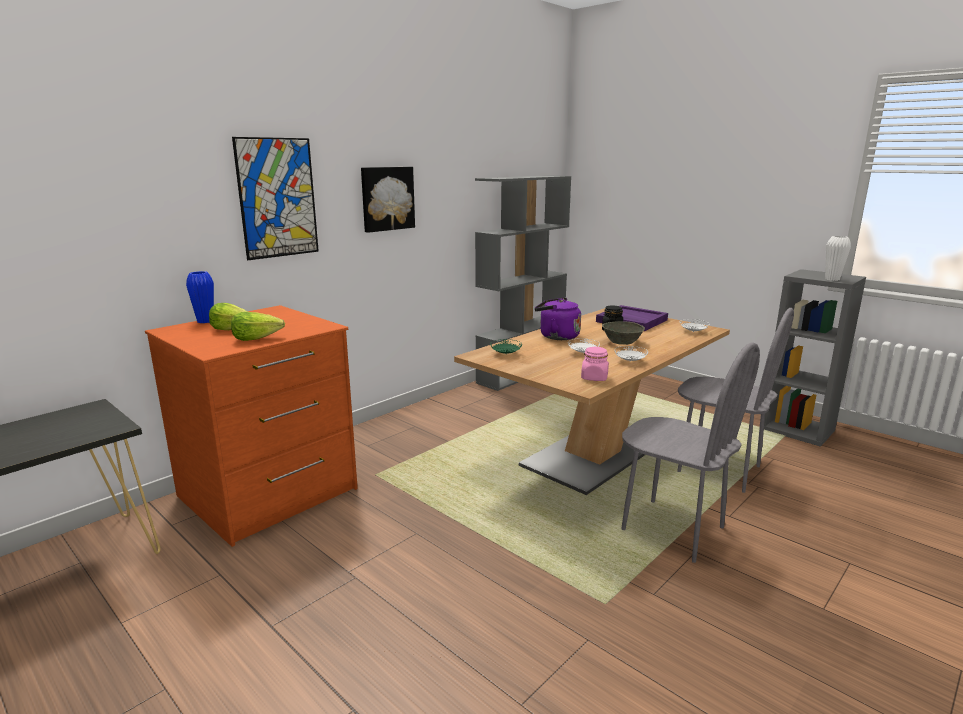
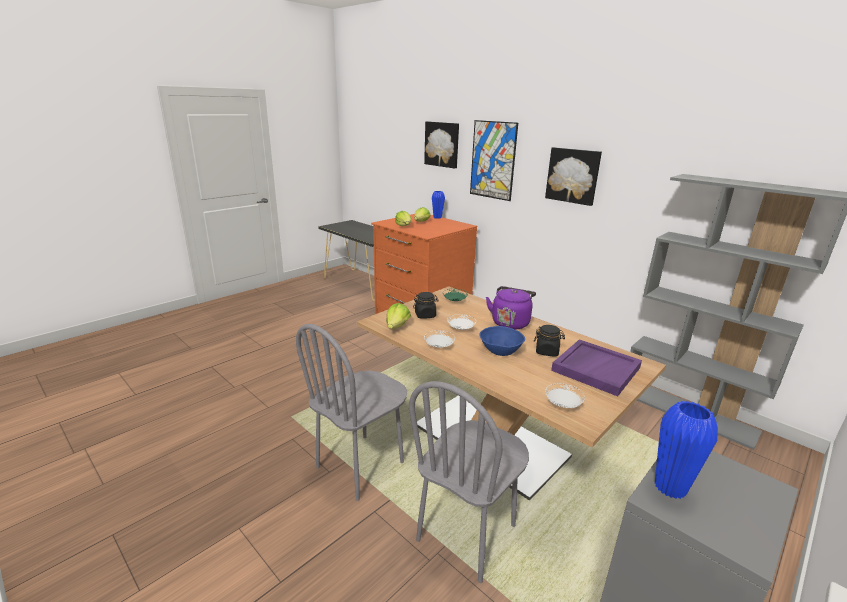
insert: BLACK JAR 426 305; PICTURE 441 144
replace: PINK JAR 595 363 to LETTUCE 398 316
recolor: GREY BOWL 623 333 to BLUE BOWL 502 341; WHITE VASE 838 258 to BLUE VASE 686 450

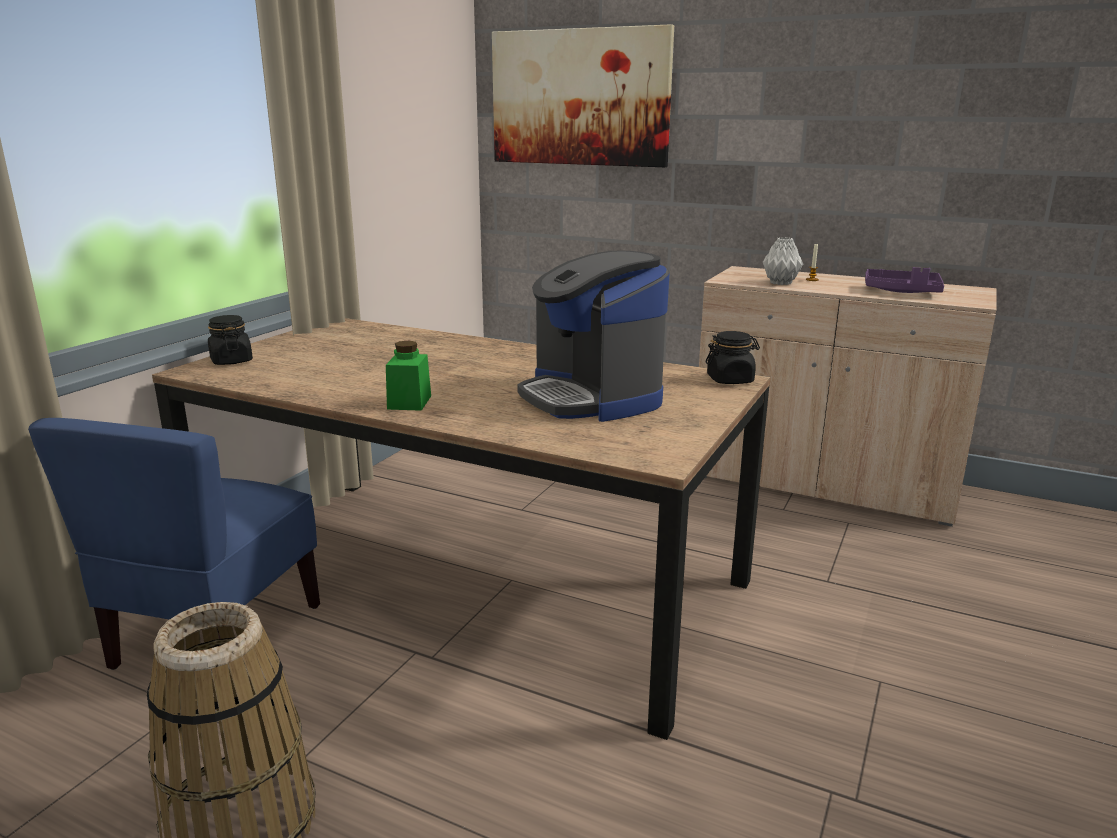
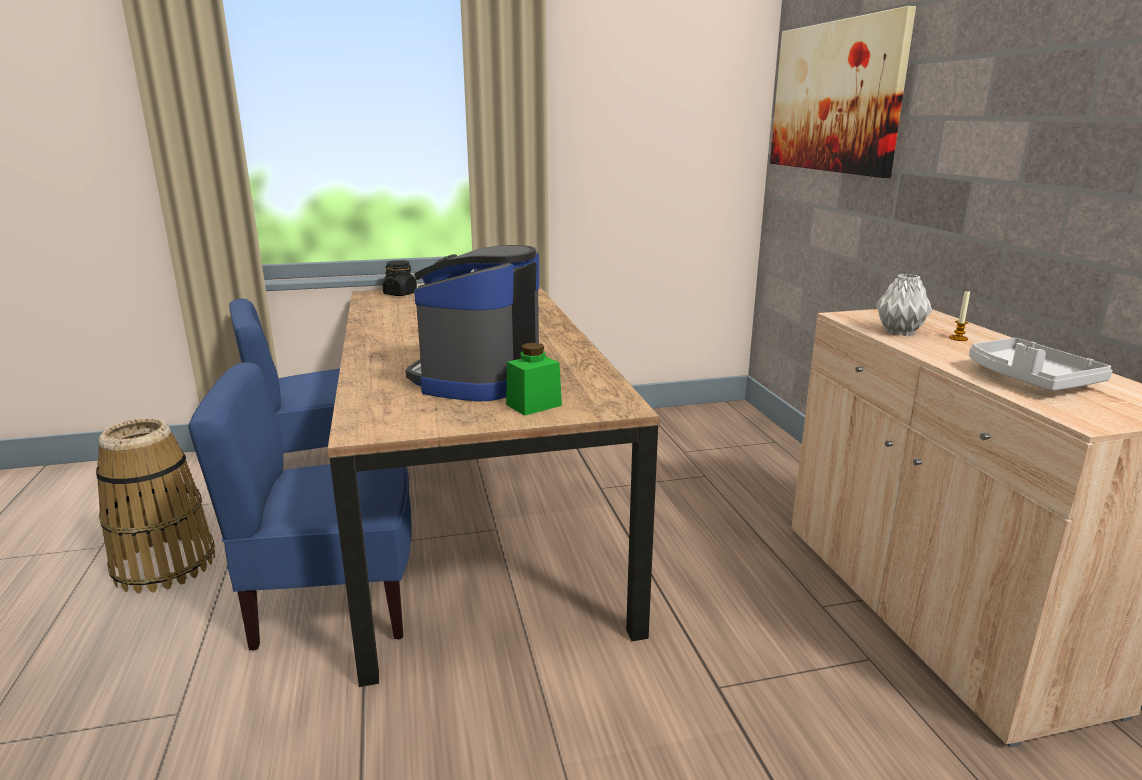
delete: BLACK JAR 733 357
insert: BLUE CHAIR 300 506
move: GREEN JAR 408 376 to 534 379
recolor: PURPLE TRAY 904 280 to GREY TRAY 1041 364

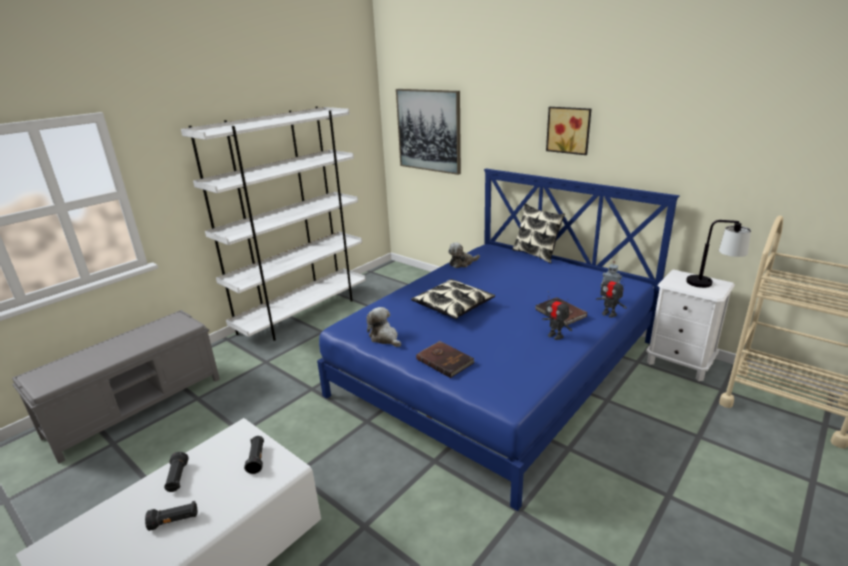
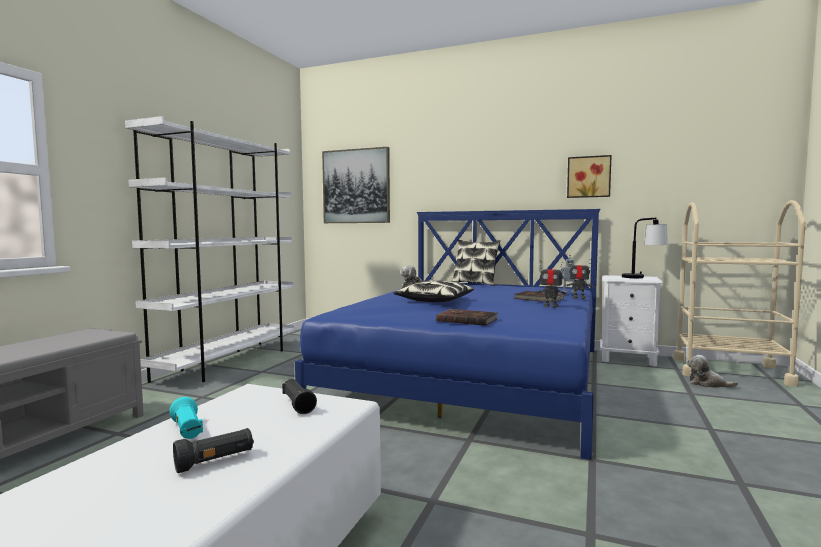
move: PICTURE 568 131 to 589 176; PLUSH TOY 383 327 to 712 371
recolor: BLACK FLASHLIGHT 176 472 to TURQUOISE FLASHLIGHT 186 418

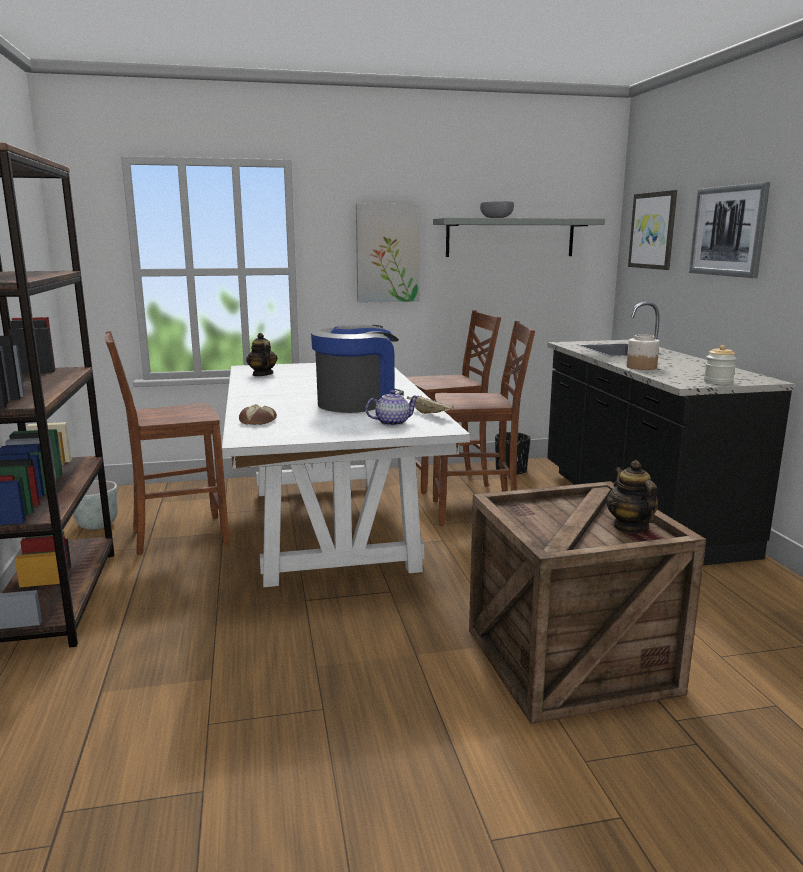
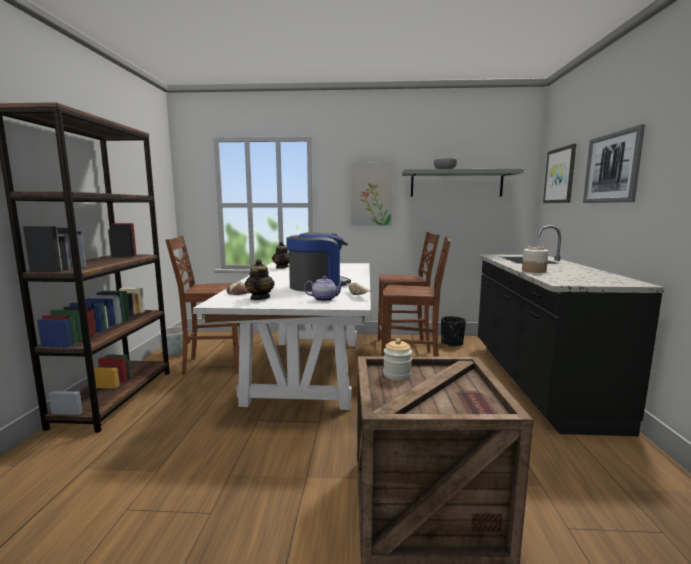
move: TEAPOT 632 496 to 260 279; JAR 720 365 to 397 360

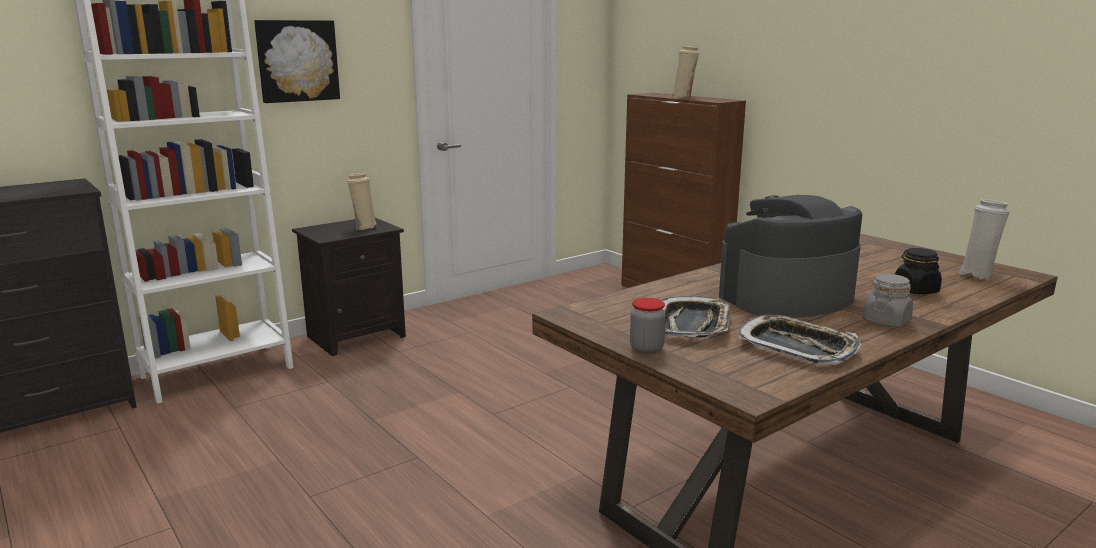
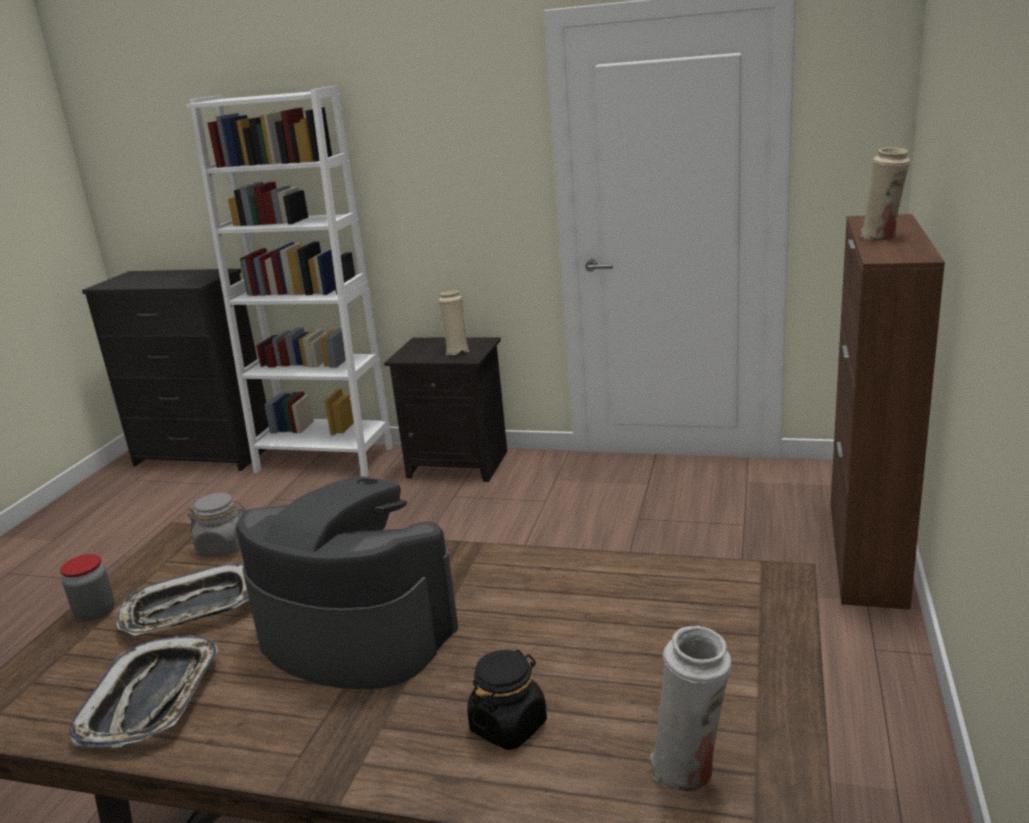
delete: PICTURE 297 61
move: GREY JAR 887 300 to 217 524

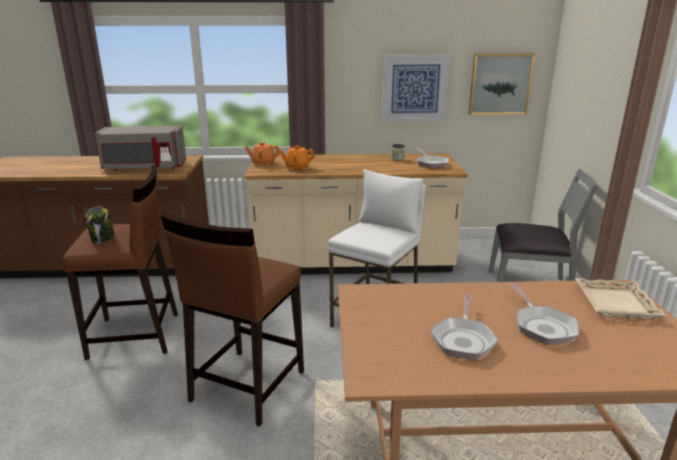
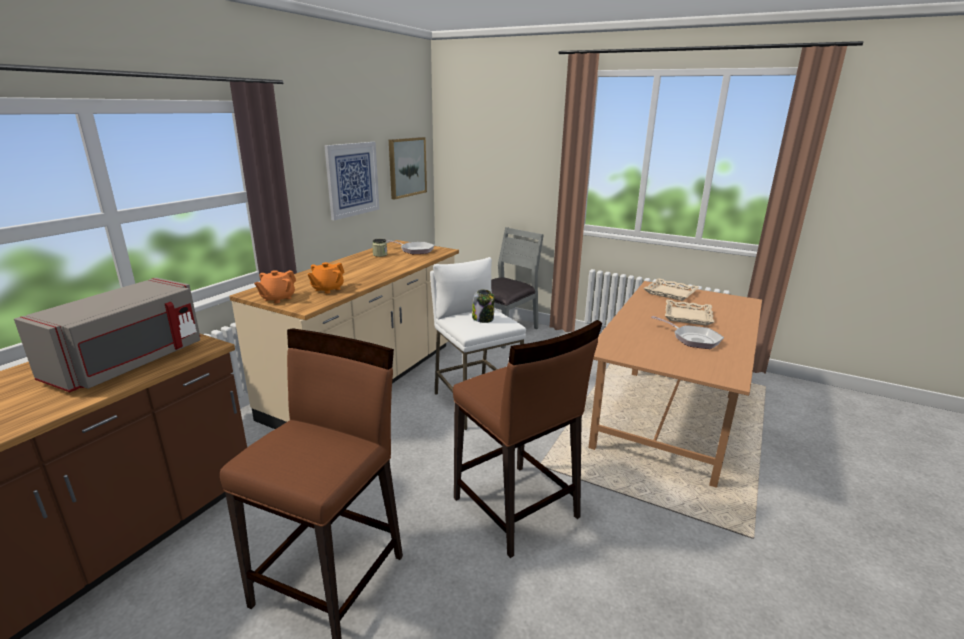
move: JAR 100 224 to 483 306
replace: FRYING PAN 544 314 to BEIGE TRAY 689 313

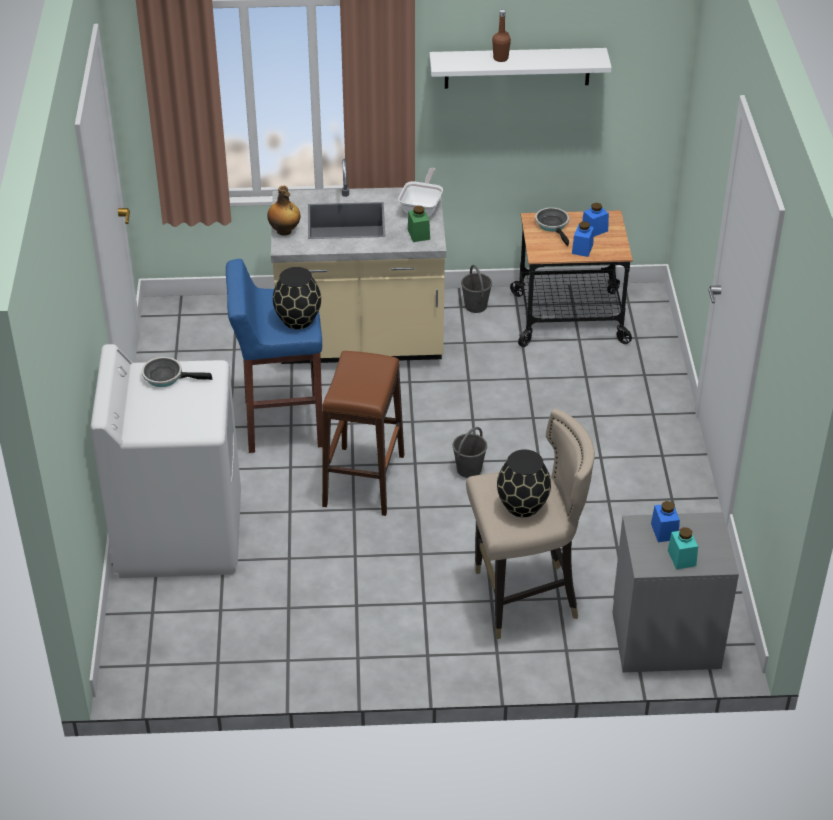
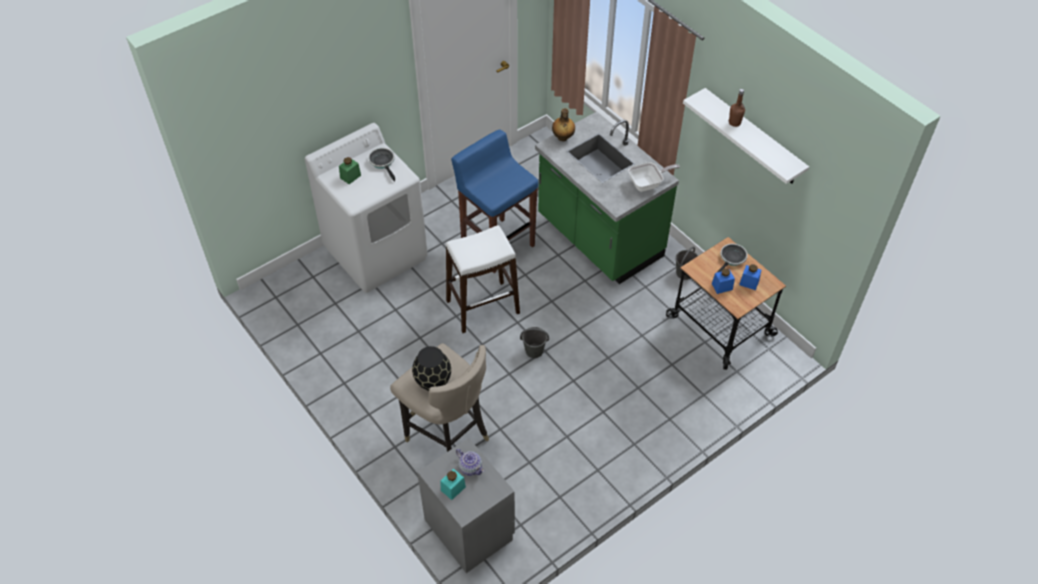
delete: BLACK VASE 297 298
move: GREEN JAR 419 224 to 350 170
replace: BLUE JAR 665 521 to TEAPOT 470 462
recolor: BROWN STOOL 363 433 to WHITE STOOL 483 279; BEIGE COUNTER 358 261 to GREEN COUNTER 607 198

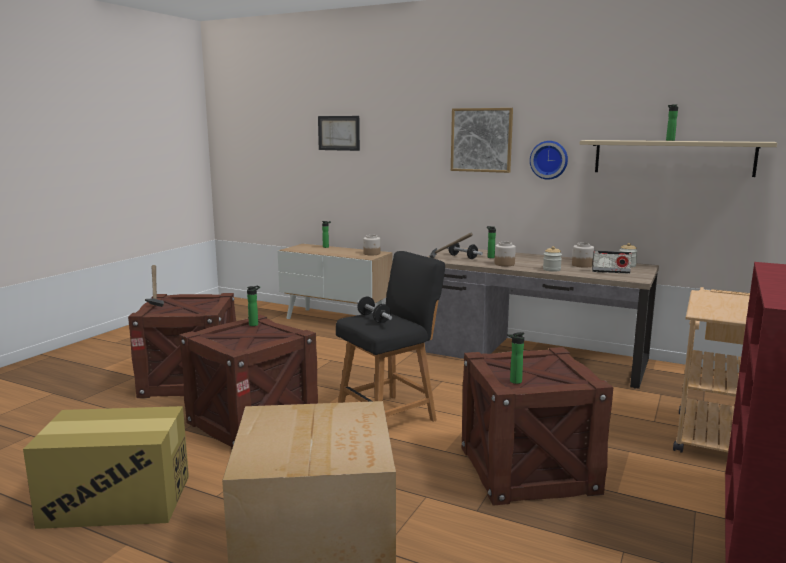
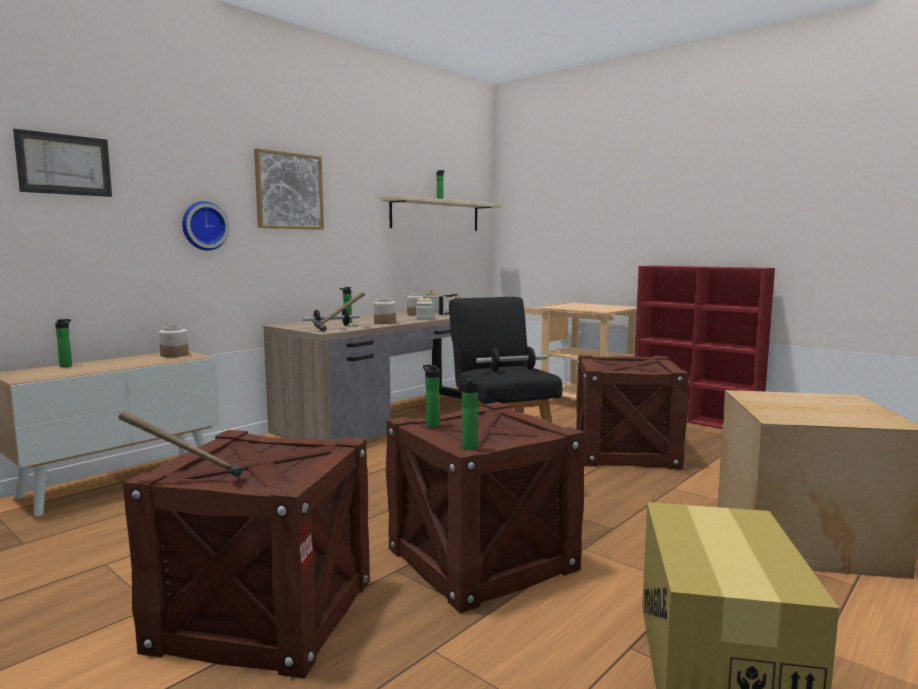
move: WALL CLOCK 549 160 to 205 226; BOTTLE 515 358 to 469 413

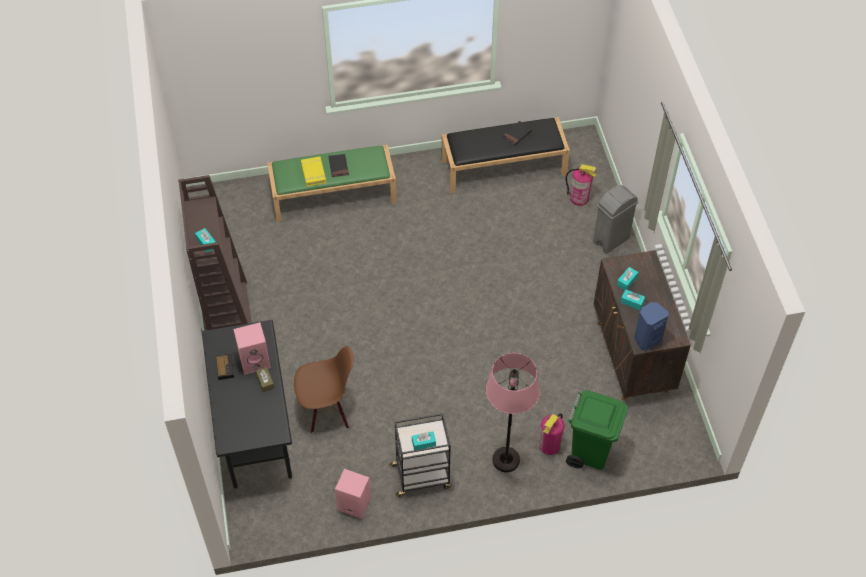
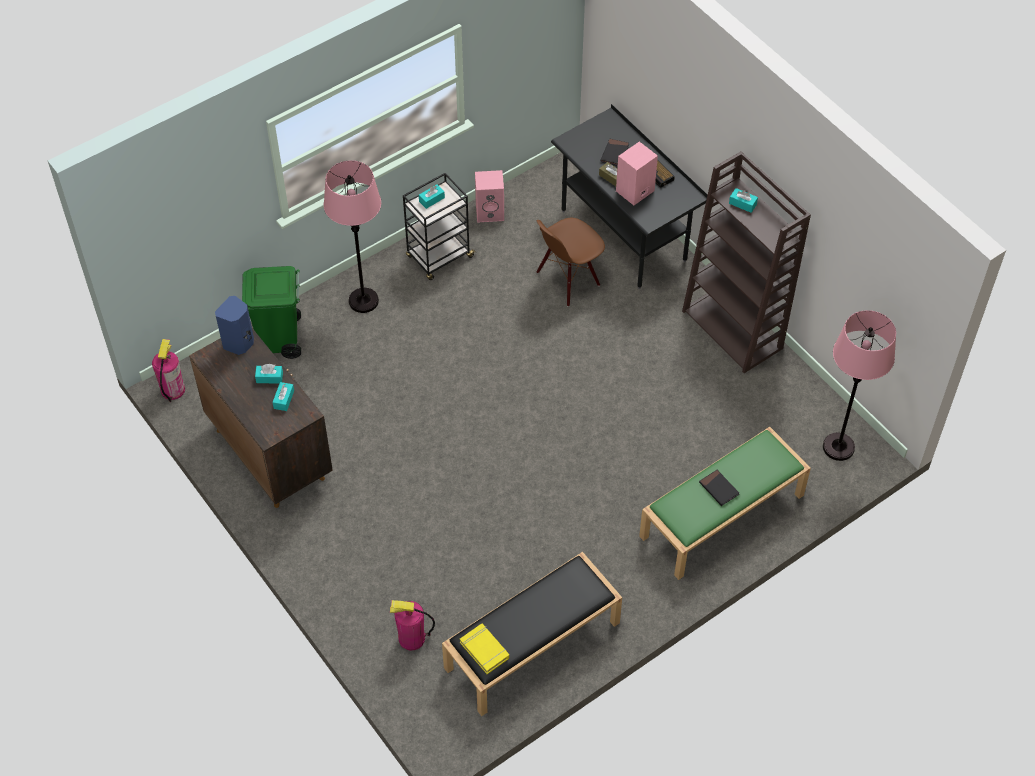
delete: GREY TRASH CAN 616 219
insert: PINK FLOOR LAMP 859 385
move: FIRE EXTINGUISHER 552 434 to 168 370; YELLOW BOOK 313 172 to 484 649; BLACK BOOK 517 133 to 614 152

